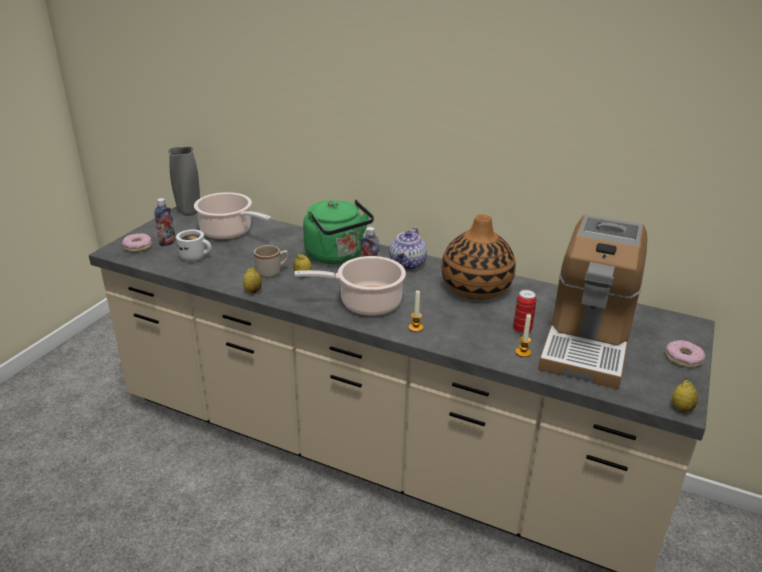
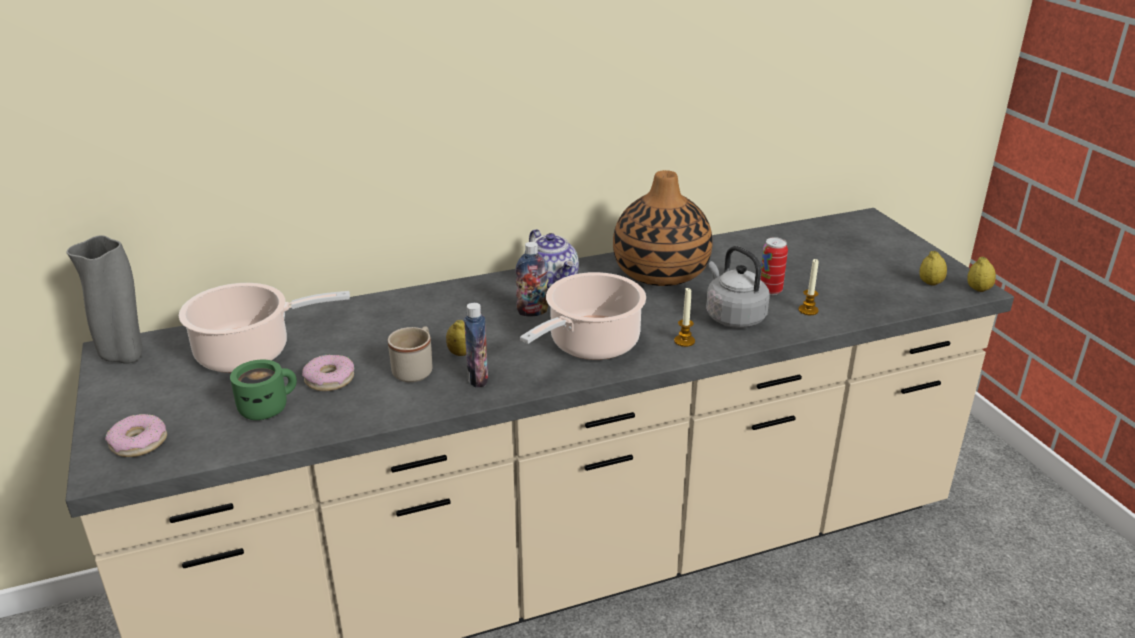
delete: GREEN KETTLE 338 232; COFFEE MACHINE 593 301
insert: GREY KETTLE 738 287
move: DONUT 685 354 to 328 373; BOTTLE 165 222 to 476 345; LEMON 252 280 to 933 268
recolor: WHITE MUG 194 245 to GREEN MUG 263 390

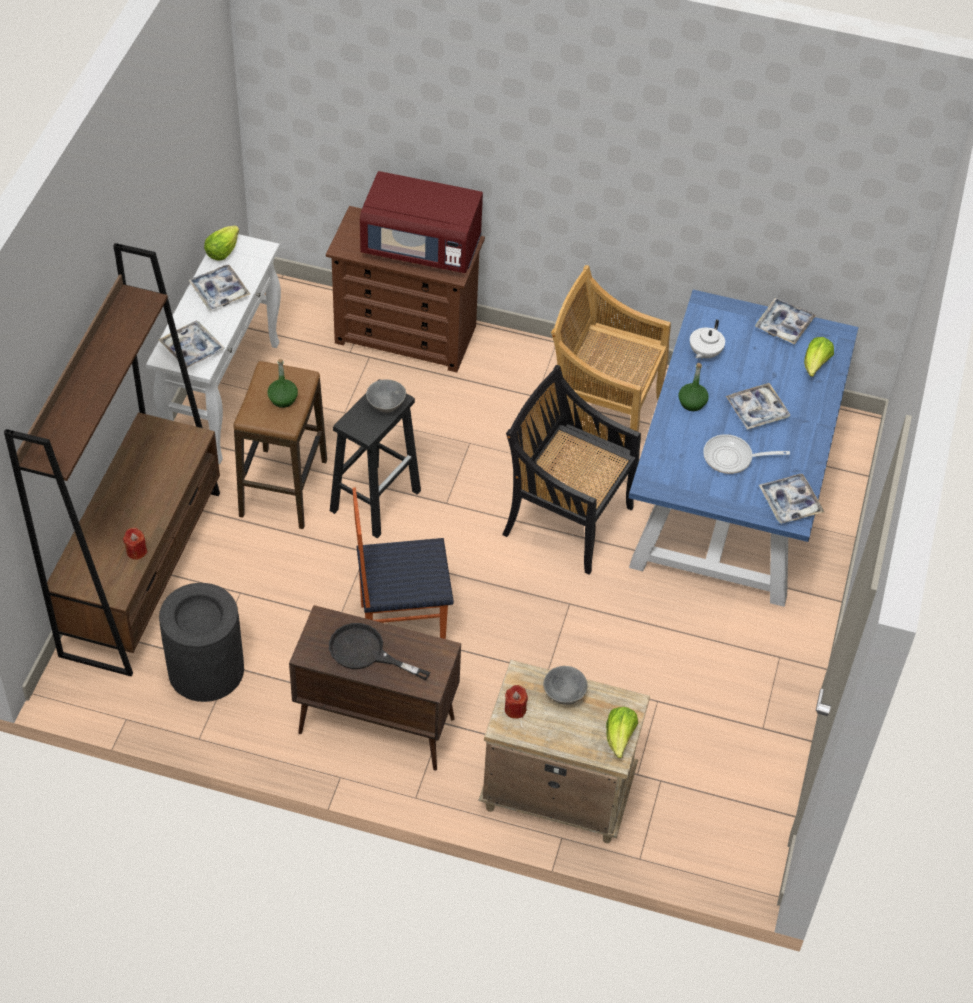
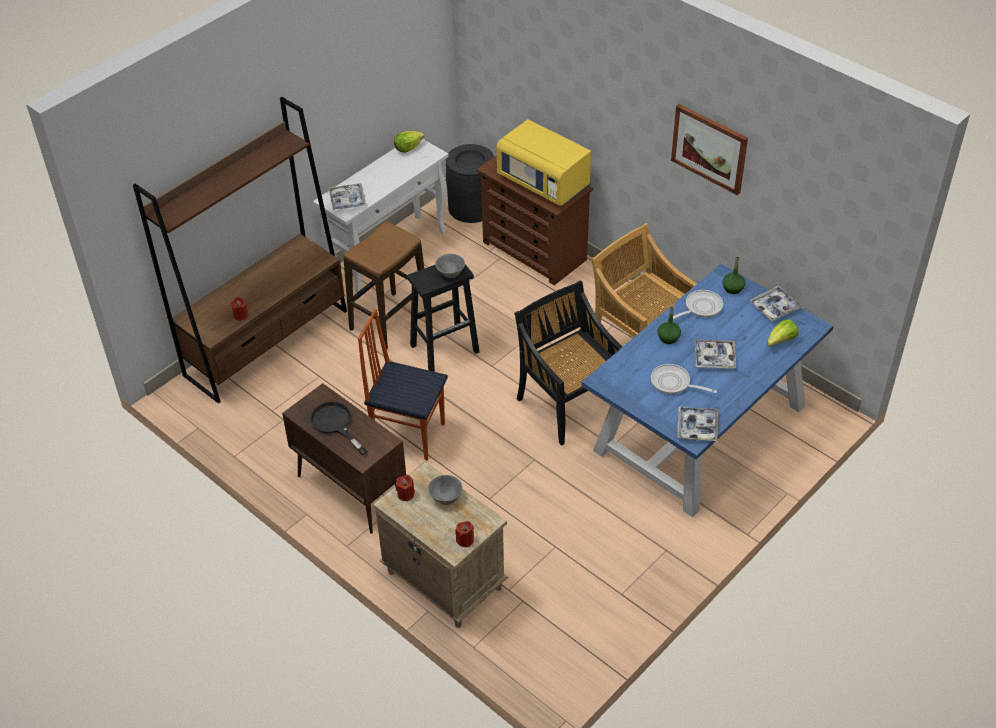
delete: TRAY 219 287
insert: PICTURE 709 149
move: BLACK TRASH CAN 201 642 to 470 183; GREEN BOTTLE 282 383 to 733 274
replace: LETTUCE 622 732 to RED CANDLE 464 534; WHITE TEAPOT 707 339 to FRYING PAN 698 304
recolor: RED MICROWAVE 421 222 to YELLOW MICROWAVE 544 162

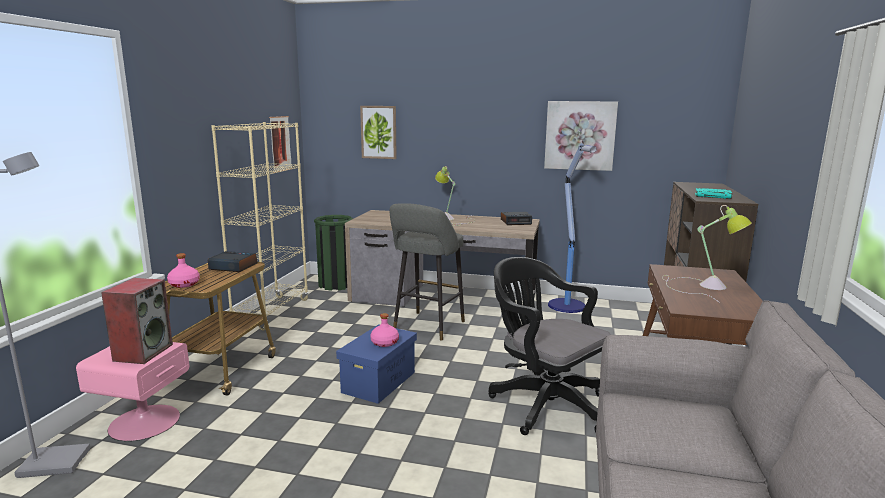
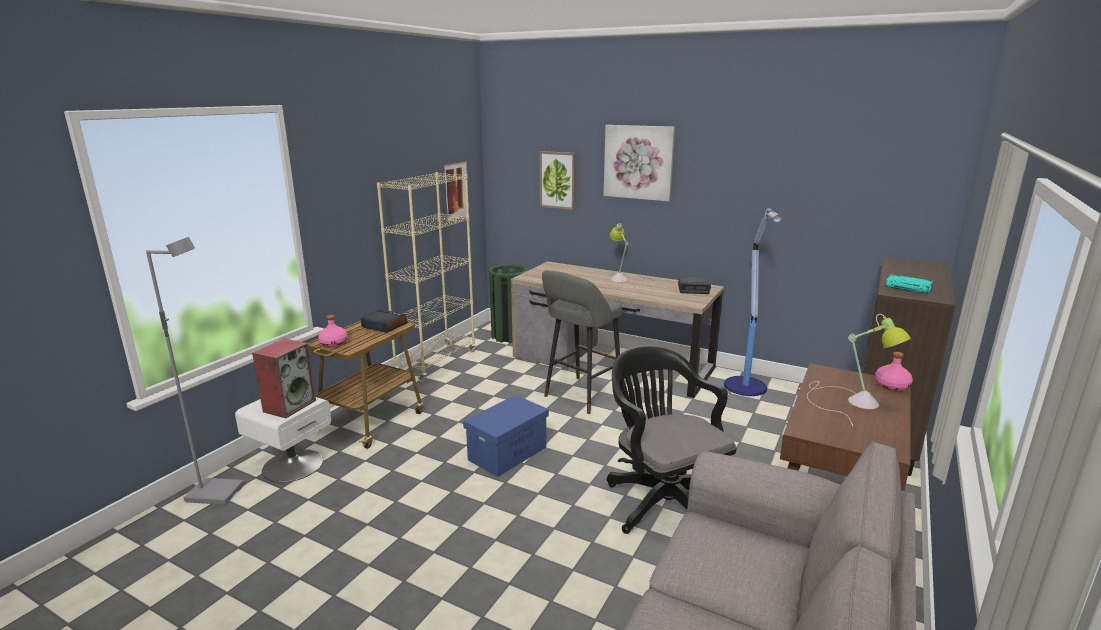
move: PICTURE 581 136 to 639 163; PINK BOTTLE 384 330 to 894 371
recolor: PINK NIGHTSTAND 132 391 to WHITE NIGHTSTAND 283 439

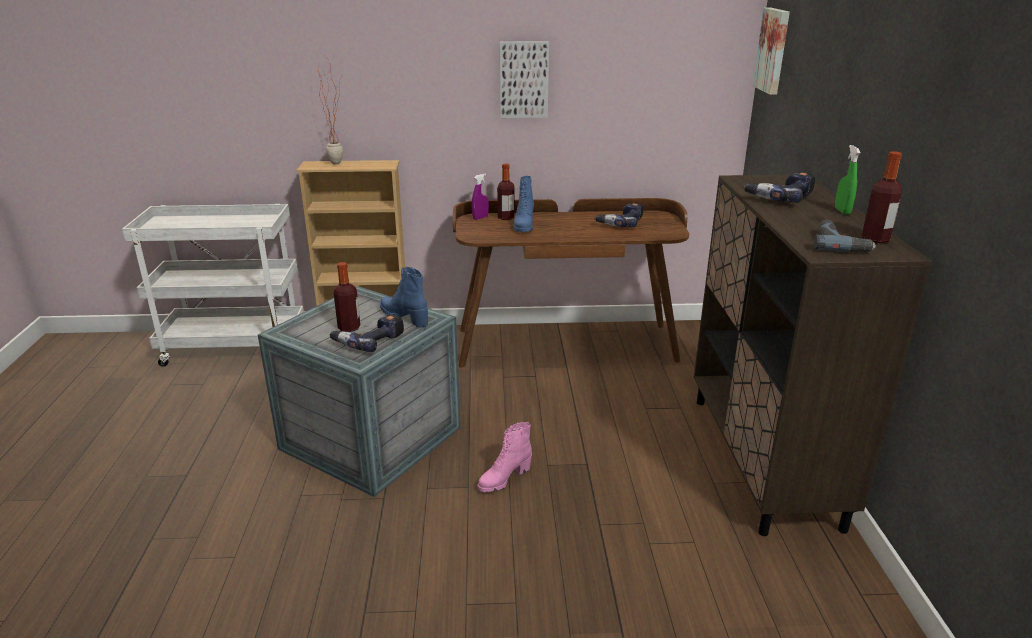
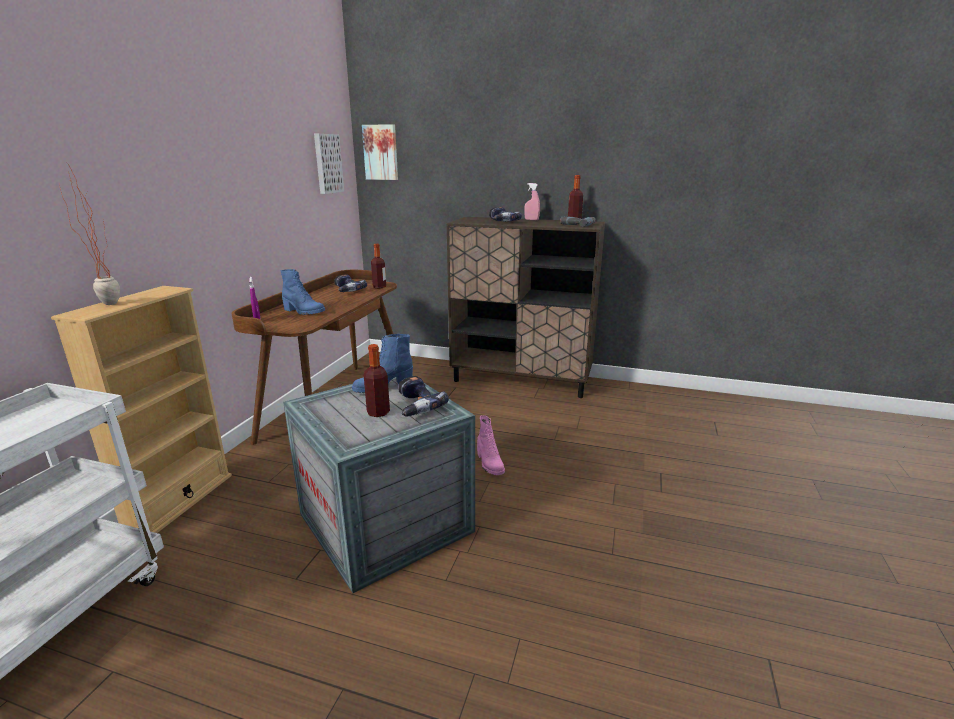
move: PICTURE 524 79 to 329 164; BOTTLE 506 192 to 378 266
recolor: GREEN SPRAY BOTTLE 847 180 to PINK SPRAY BOTTLE 532 201

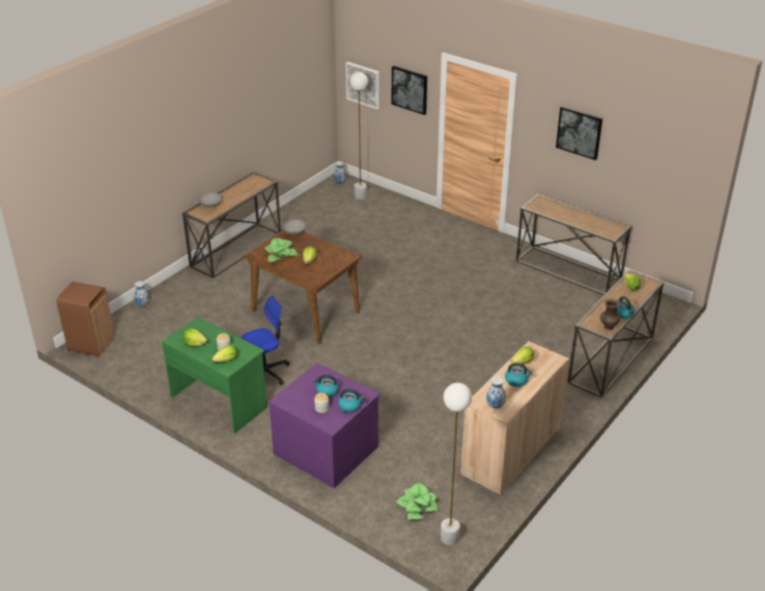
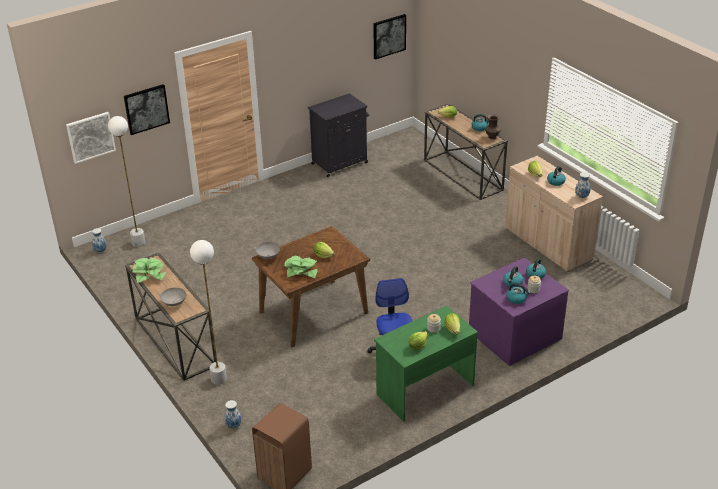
insert: KETTLE 519 293
move: POTTED PLANT 418 501 to 149 270; WHITE FLOOR LAMP 456 464 to 208 312; PICTURE 579 133 to 389 37
replace: CONSOLE TABLE 573 244 to BLACK CABINET 338 135

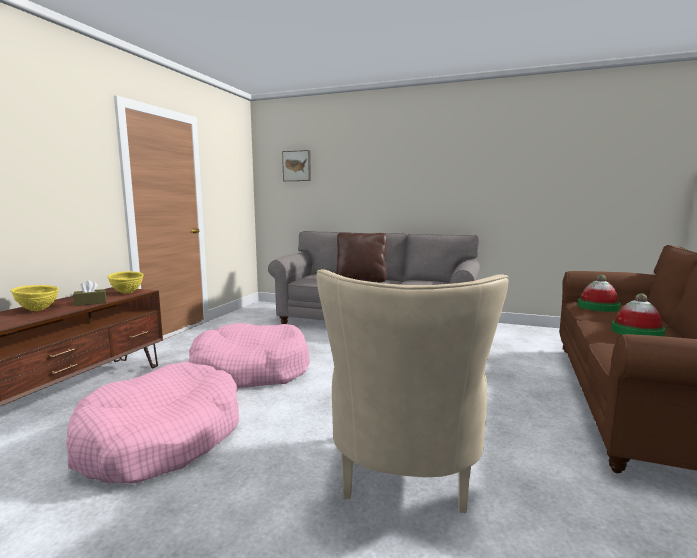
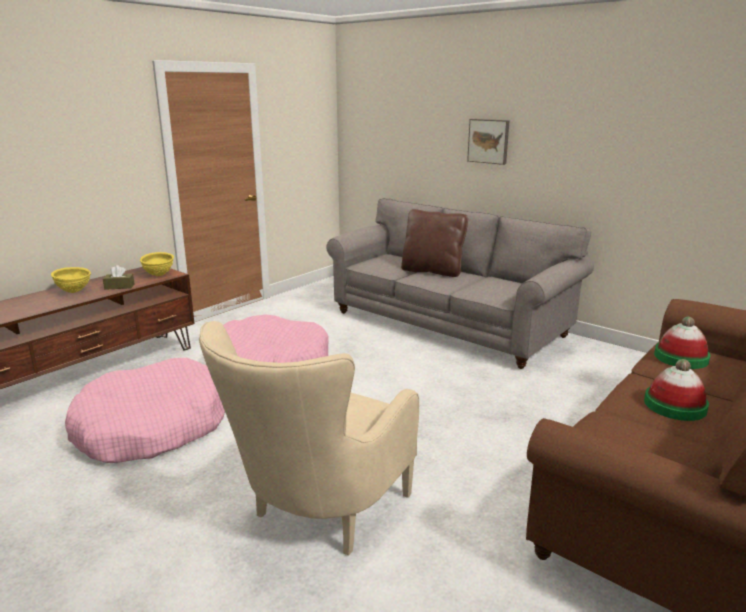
move: PICTURE 296 165 to 488 142

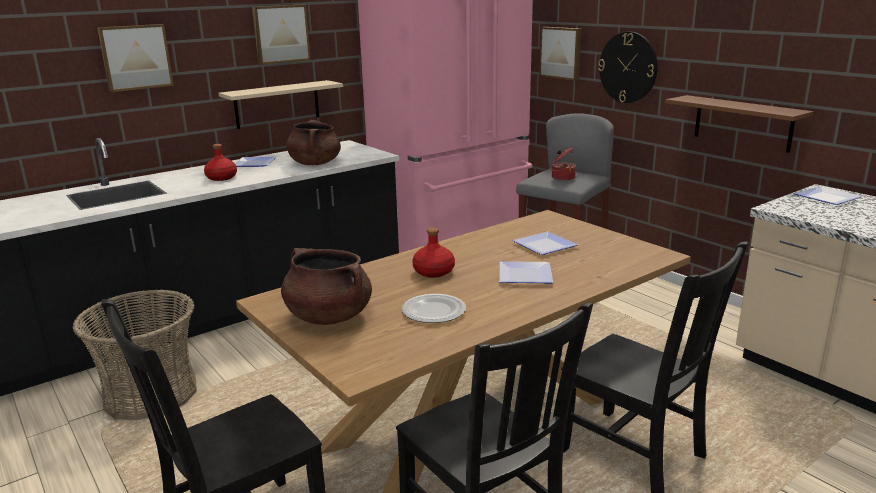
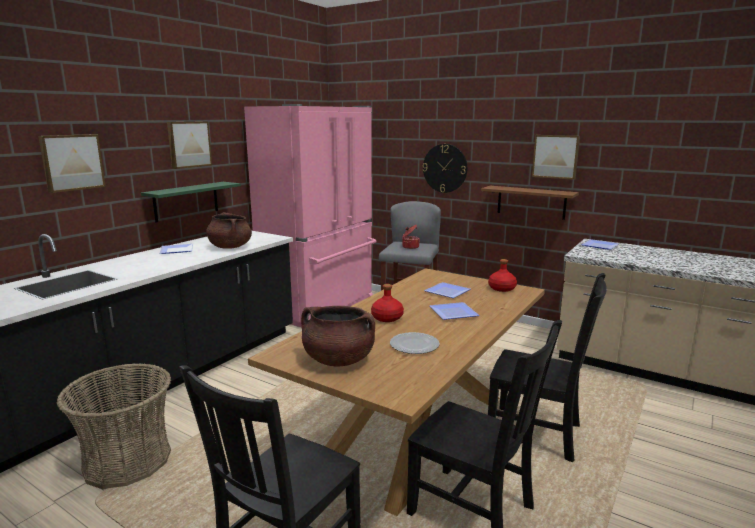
move: RED BOTTLE 220 162 to 502 275; PICTURE 560 54 to 556 157
recolor: BEIGE SHELF 280 104 to GREEN SHELF 191 202

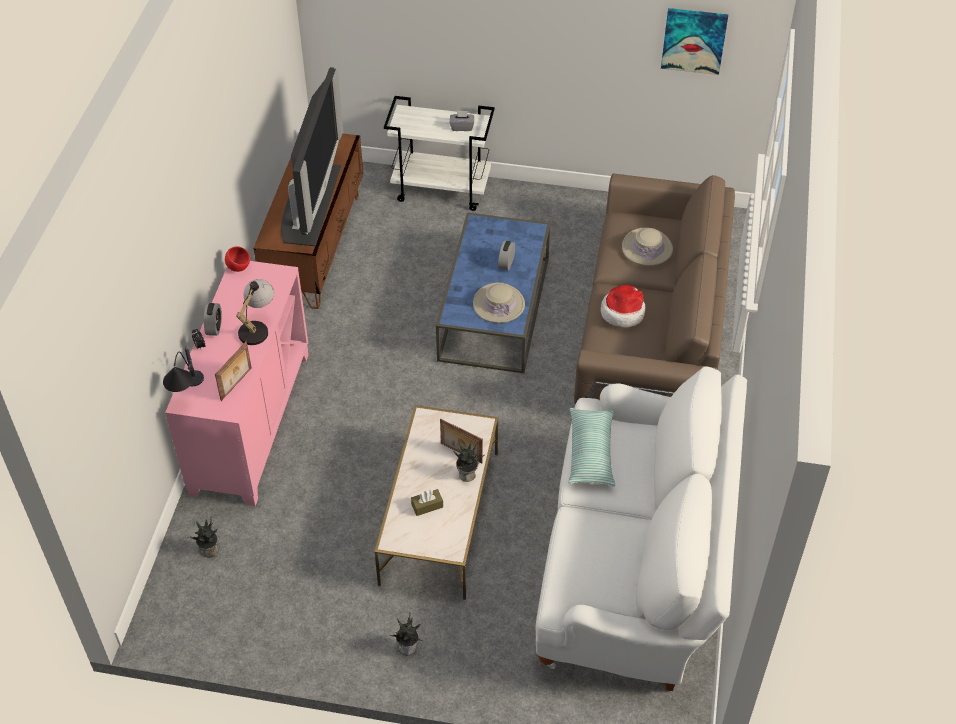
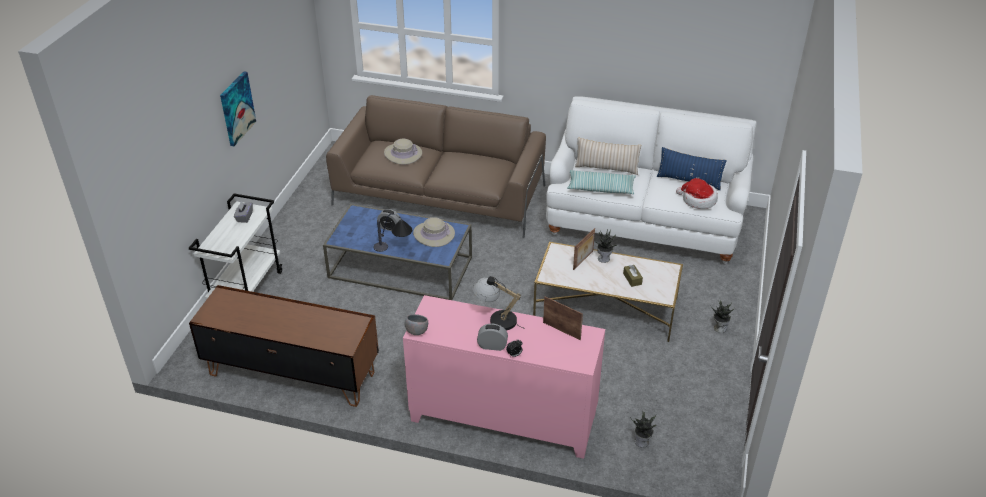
delete: TELEVISION 312 156
insert: BEIGE PILLOW 608 156; BLUE PILLOW 692 168
move: PICTURE 694 41 to 238 109; TABLE LAMP 183 369 to 392 233; HAT 623 306 to 697 193
recolor: RED BOWL 237 259 to GREY BOWL 416 324

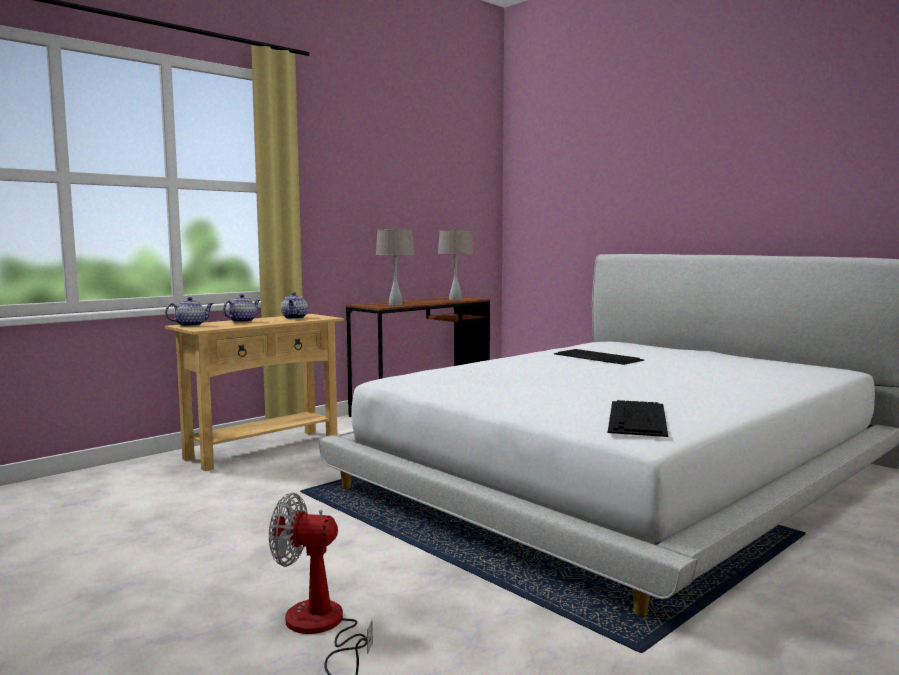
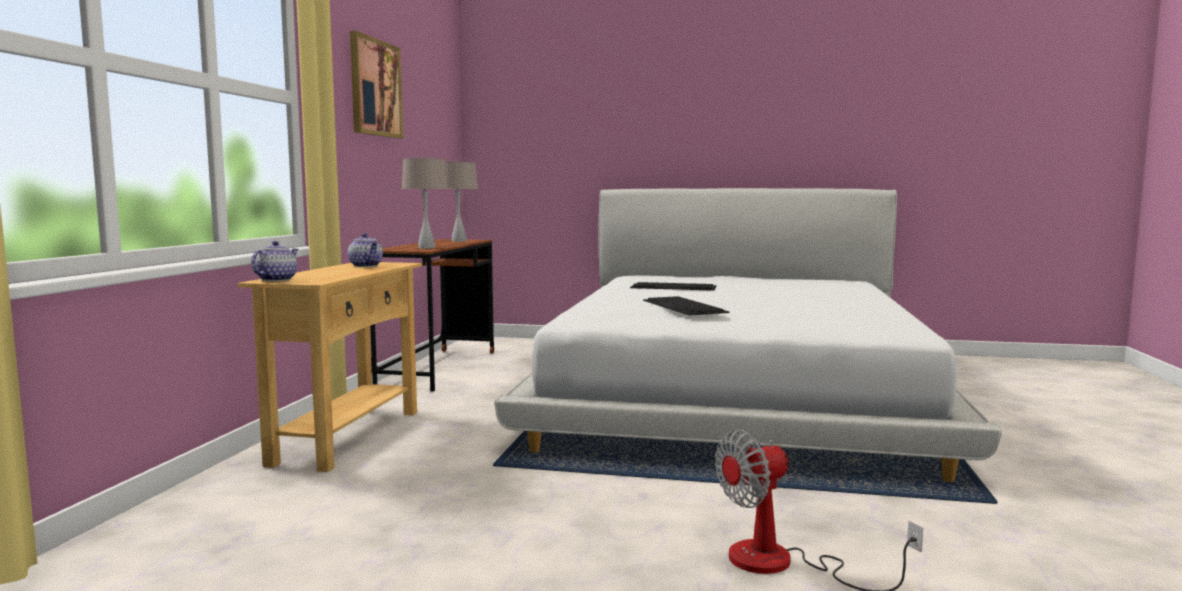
delete: TEAPOT 241 308
insert: PICTURE 376 85
move: KEYBOARD 638 418 to 686 306

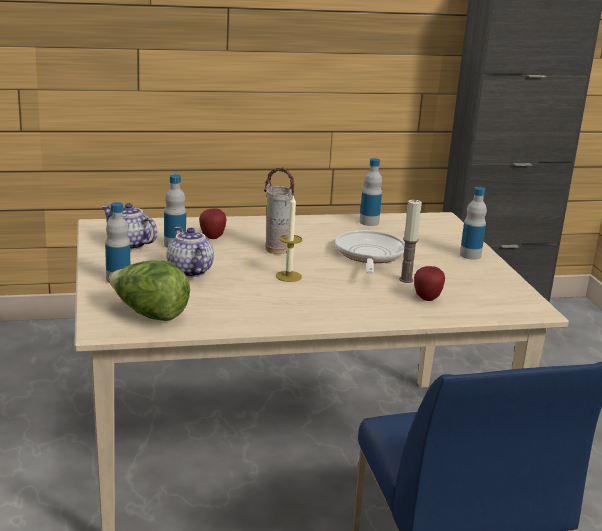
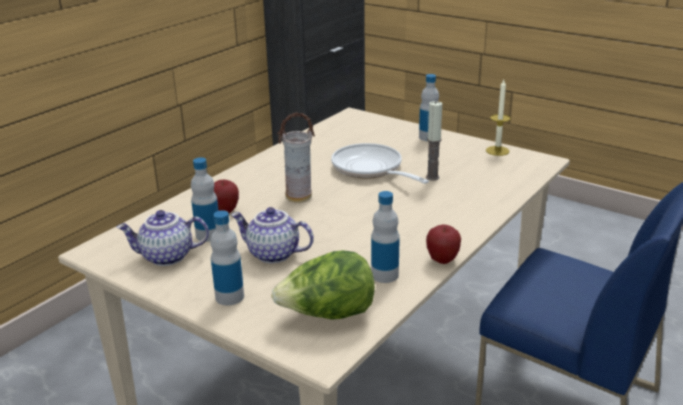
move: BOTTLE 370 192 to 385 237; APPLE 429 283 to 443 244; CANDLE 289 238 to 498 118

